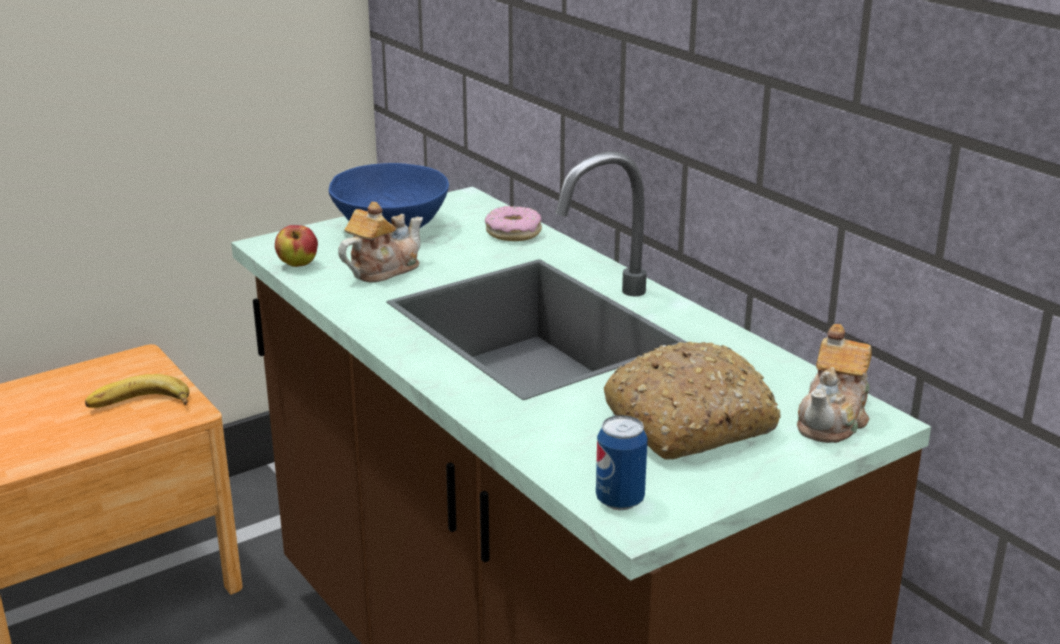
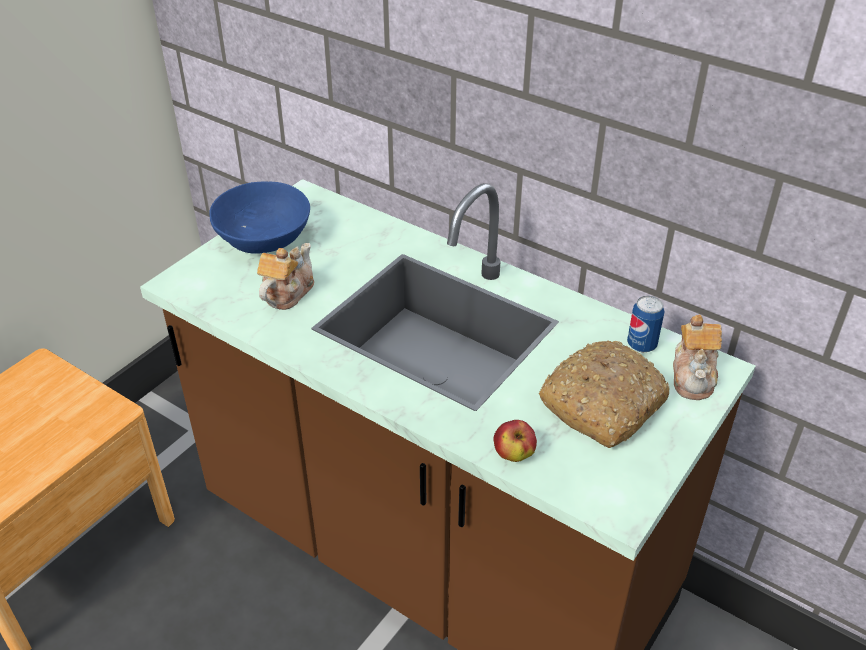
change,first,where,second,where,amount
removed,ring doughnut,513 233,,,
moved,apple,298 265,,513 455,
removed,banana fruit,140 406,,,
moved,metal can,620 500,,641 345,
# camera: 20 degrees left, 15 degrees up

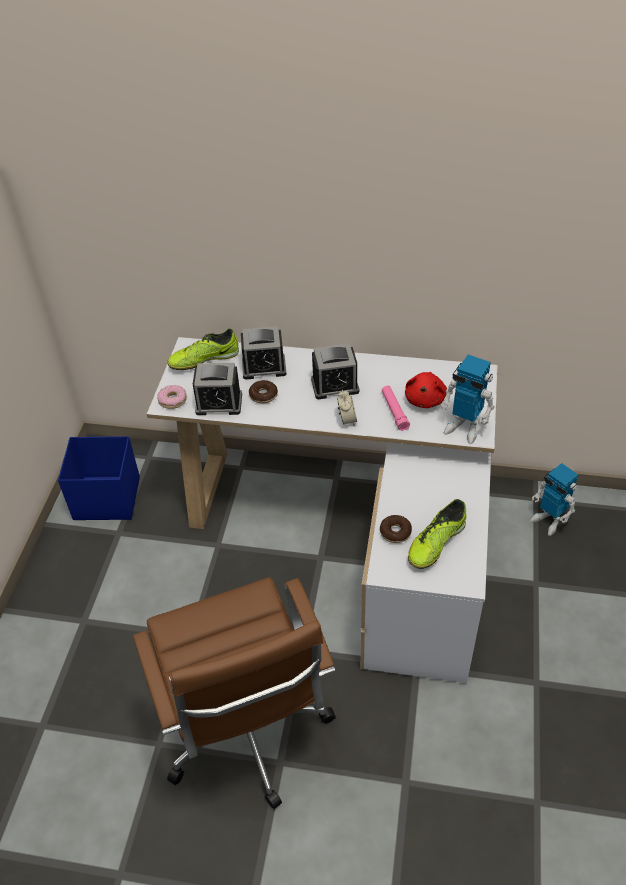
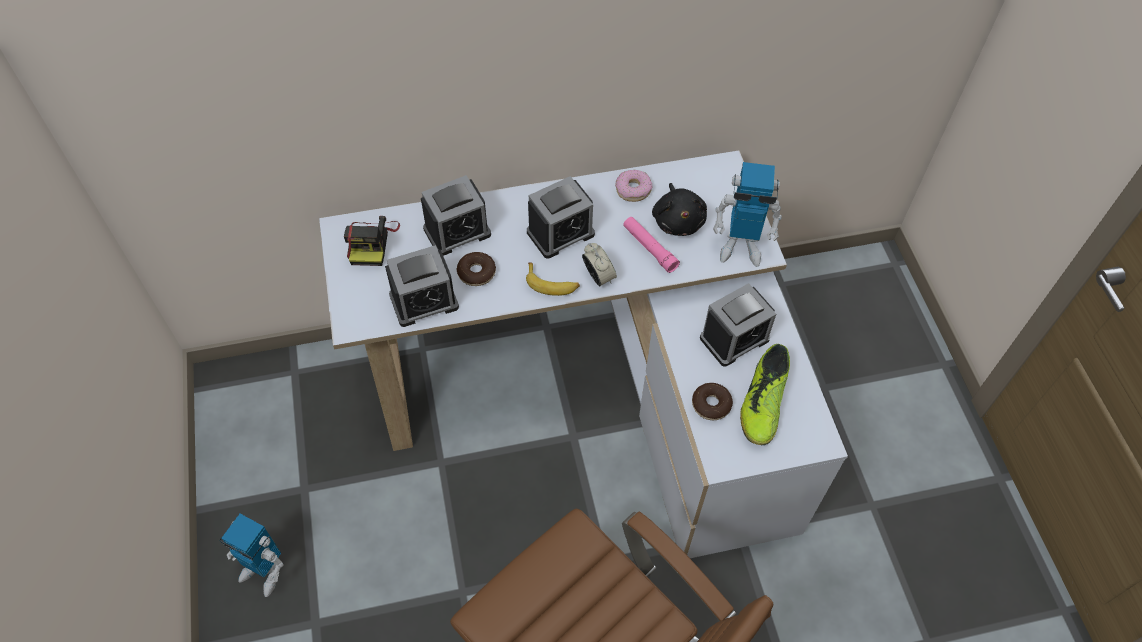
change,first,where,second,where,amount
replaced,low shoe,204 359,photo camera,372 242,
recoloured,red cuddly toy,425 399,blackish cuddly toy,678 220,
moved,ring doughnut,172 400,,633 189,
removed,bluish storage box,106 498,,,
moved,toy robot,548 520,,264 571,
added,,,banana fruit,552 284,
added,,,bedside clock,734 338,
# camera: 25 degrees left, 10 degrees up

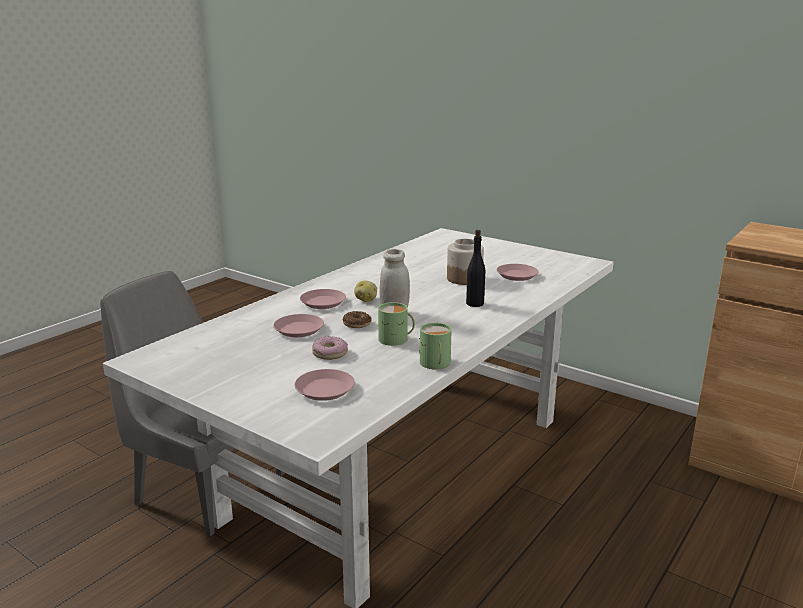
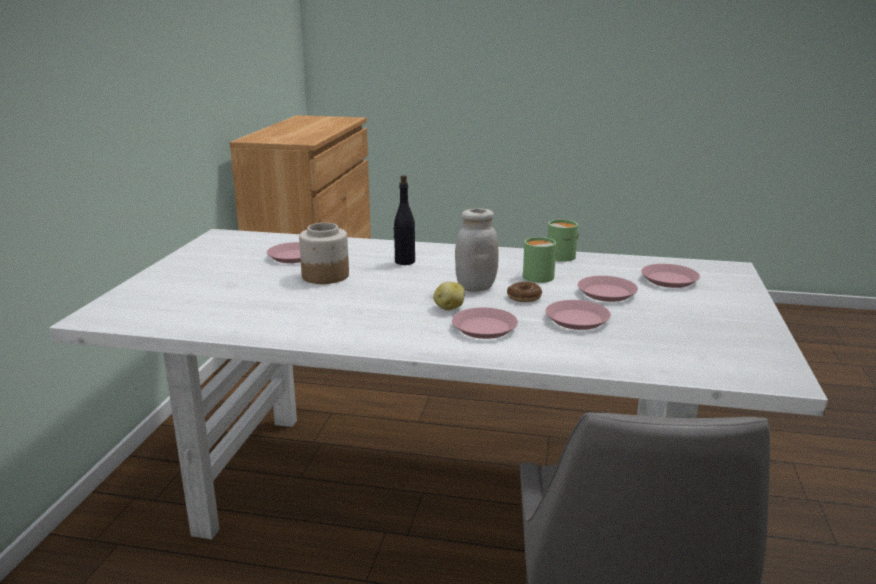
change,first,where,second,where,amount
replaced,ring doughnut,330 353,pink-coloured dinner plate,606 293,
# camera: 115 degrees left, 0 degrees up

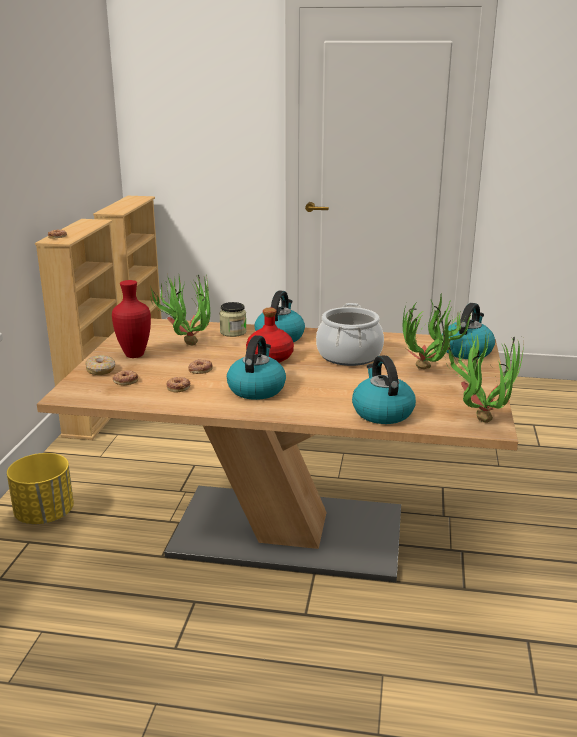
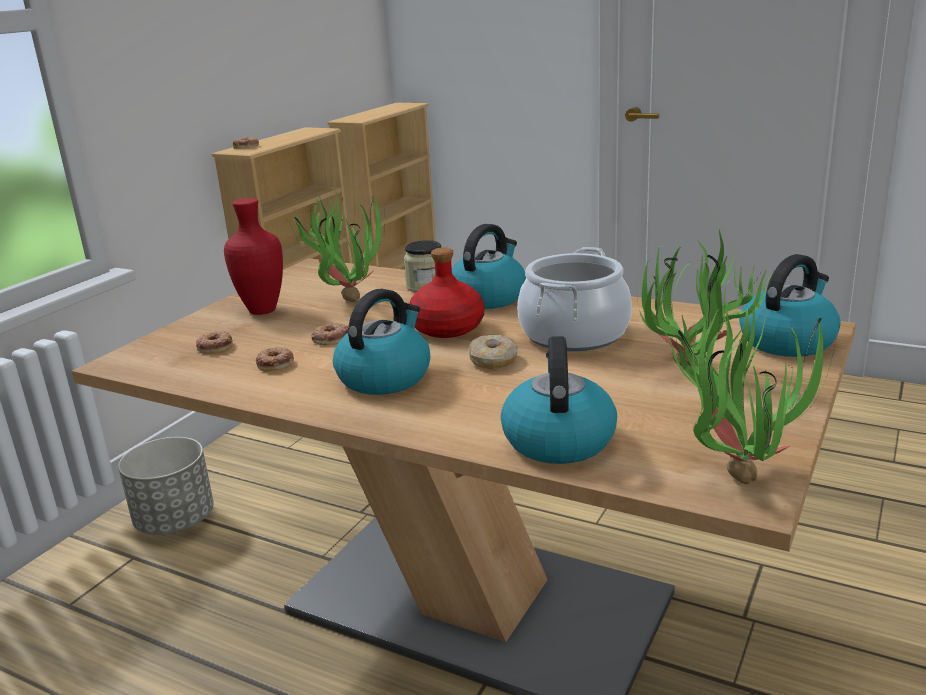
change,first,where,second,where,amount
moved,ring doughnut,101 370,,493 360,
recoloured,yellowish plant pot,45 514,gray plant pot,176 521,
# camera: 20 degrees right, 0 degrees up

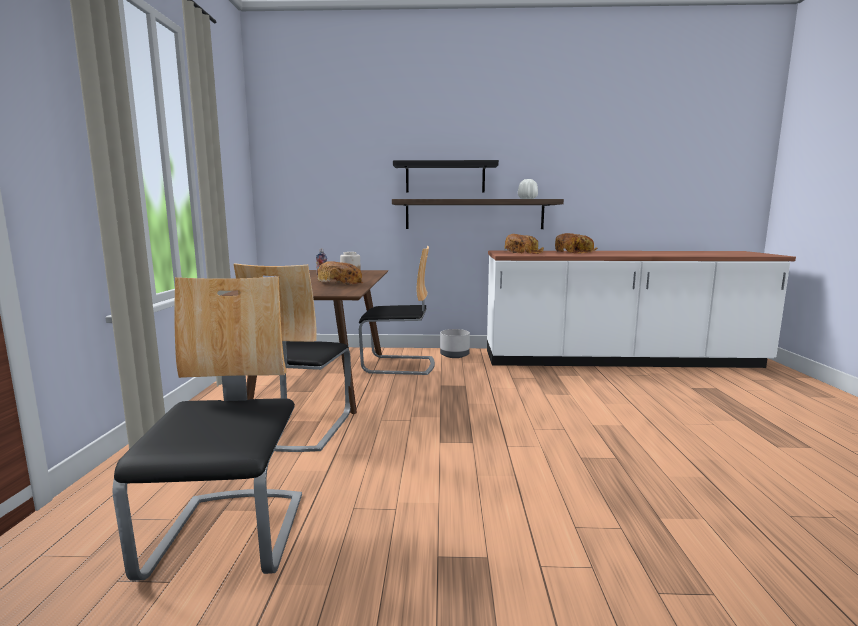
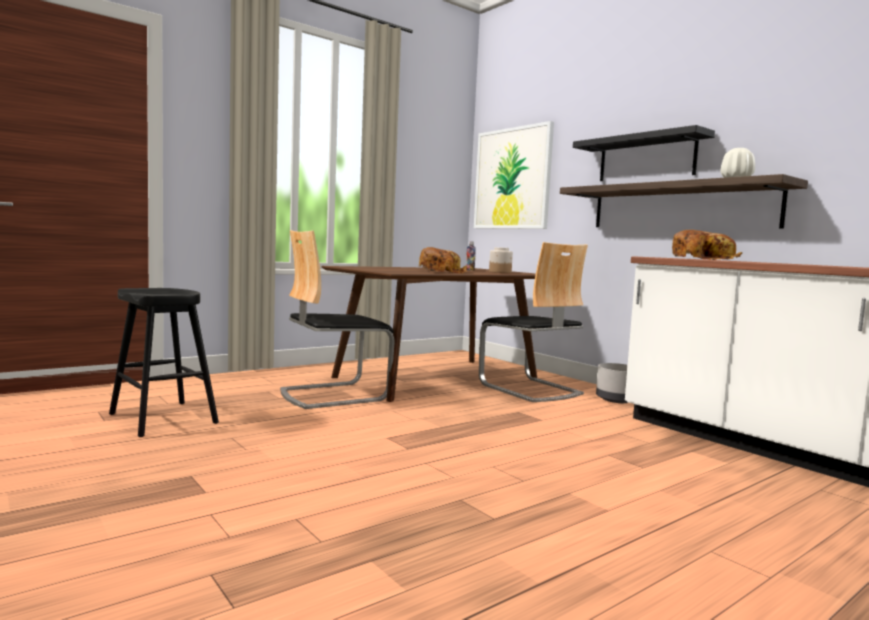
change,first,where,second,where,amount
removed,baked bread,574 252,,,
replaced,upright chair,229 535,blackish sitting stool,163 418,
added,,,wall art,512 178,
# camera: 50 degrees right, 5 degrees down

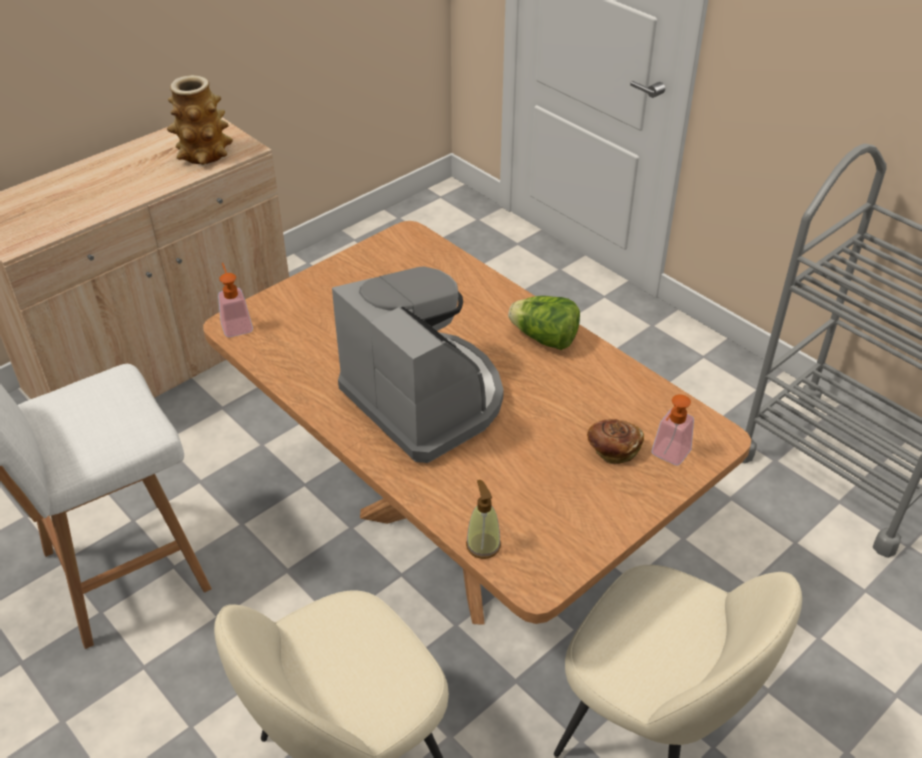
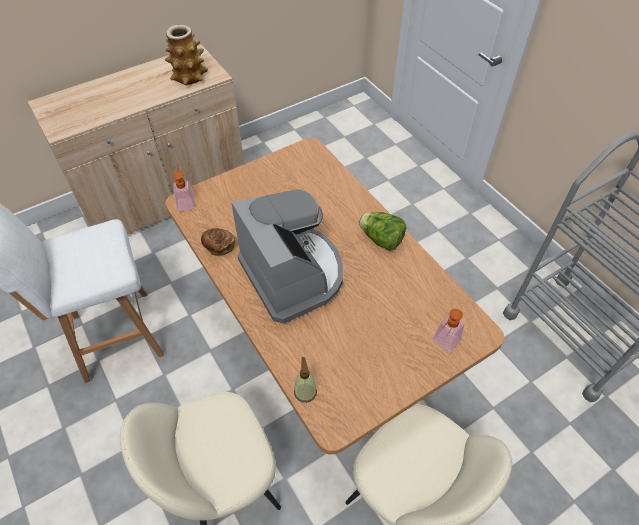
change,first,where,second,where,amount
moved,baked bread,612 449,,218 246,
# camera: 10 degrees right, 10 degrees up

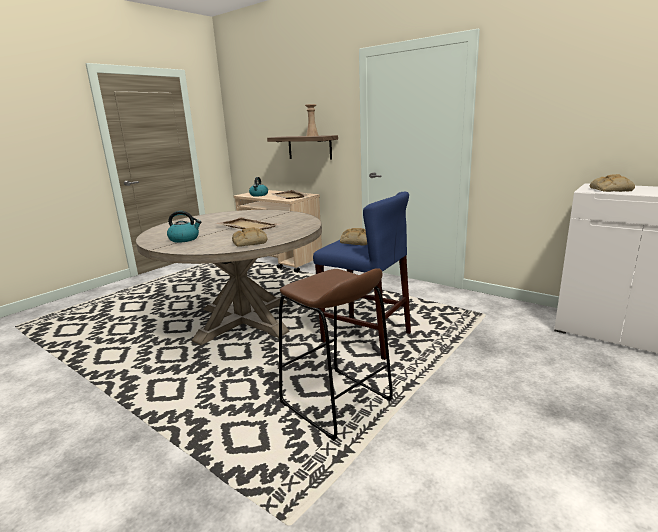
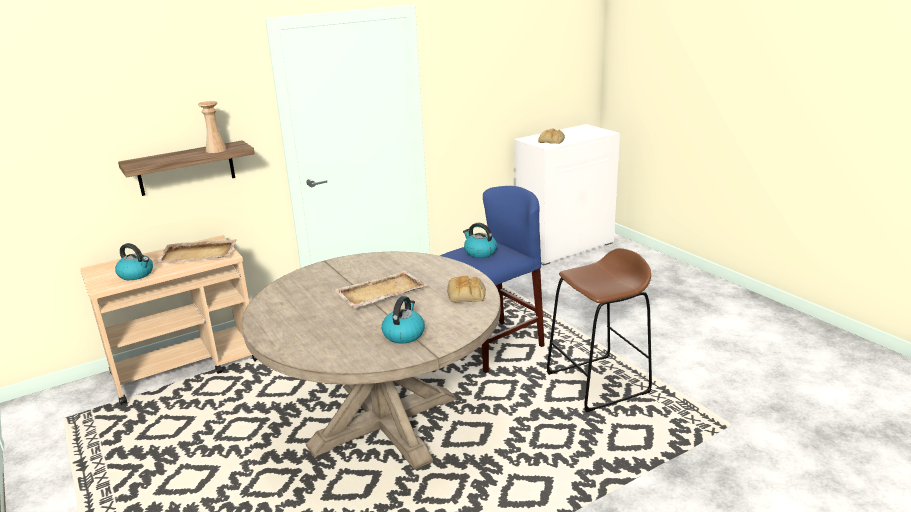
change,first,where,second,where,amount
replaced,baked bread,356 241,water kettle,479 252,
# camera: 70 degrees left, 5 degrees up

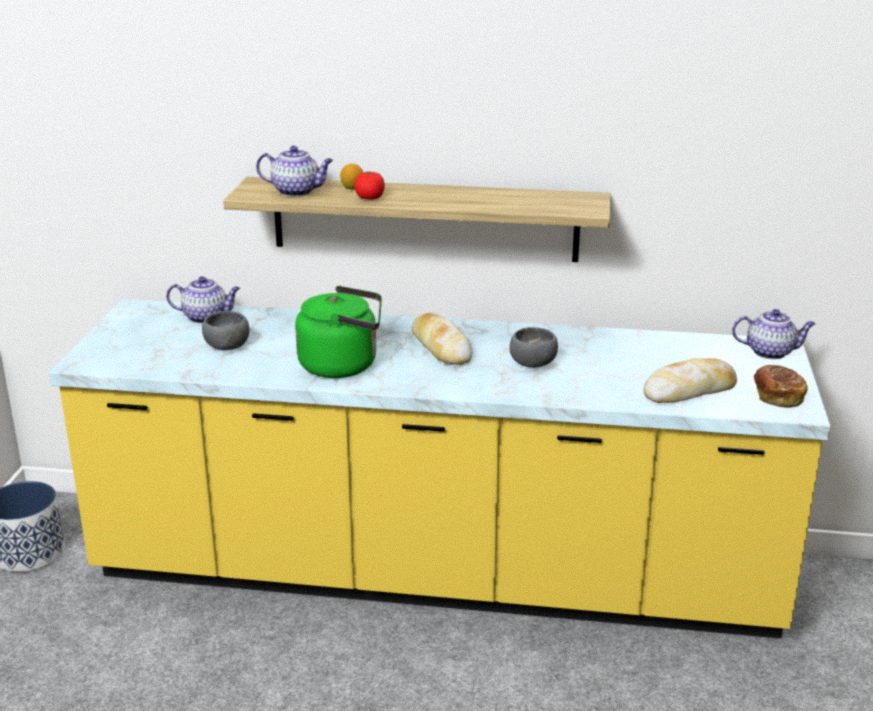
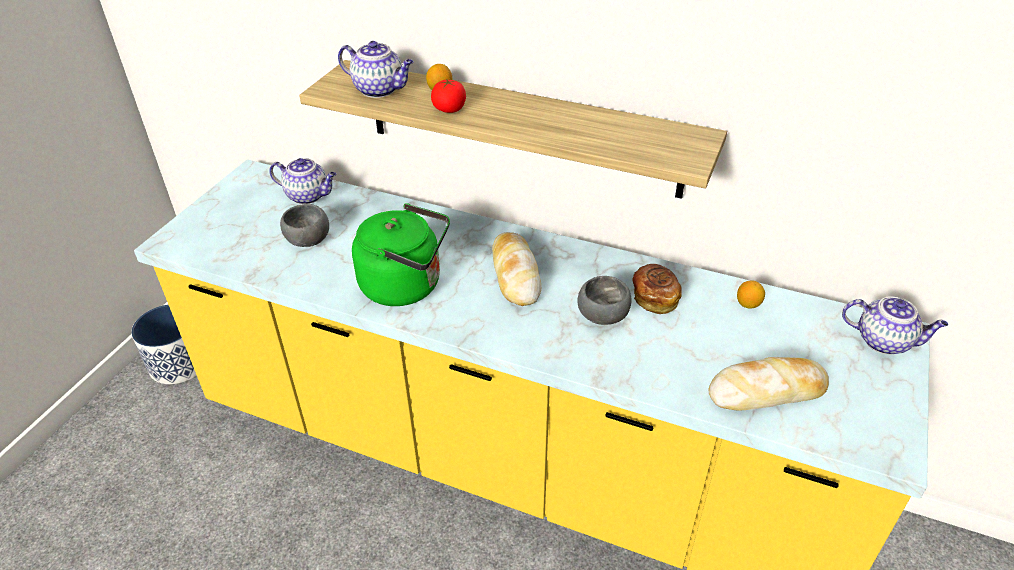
change,first,where,second,where,amount
moved,baked bread,777 397,,654 298,
added,,,citrus fruit,748 304,
# camera: 15 degrees right, 15 degrees up

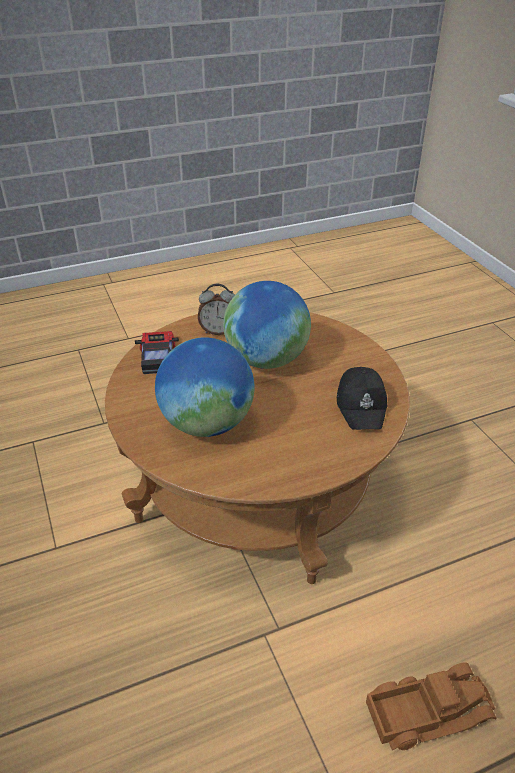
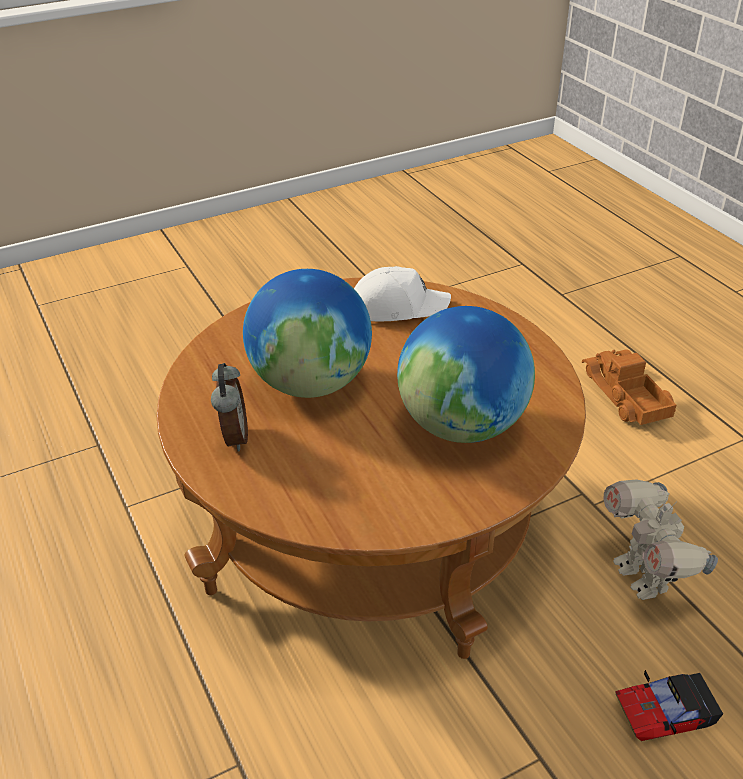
change,first,where,second,where,amount
moved,miniature car,158 357,,665 712,
recoloured,blackish cap,362 405,whitish cap,397 307,
added,,,toy robot,643 577,
# camera: 95 degrees left, 0 degrees up

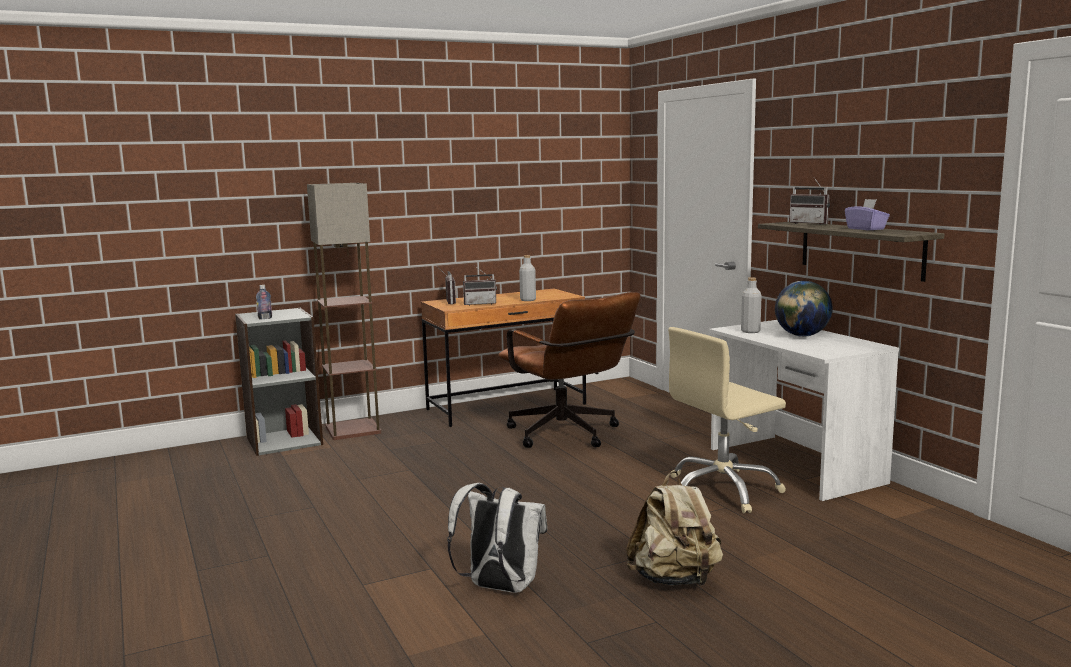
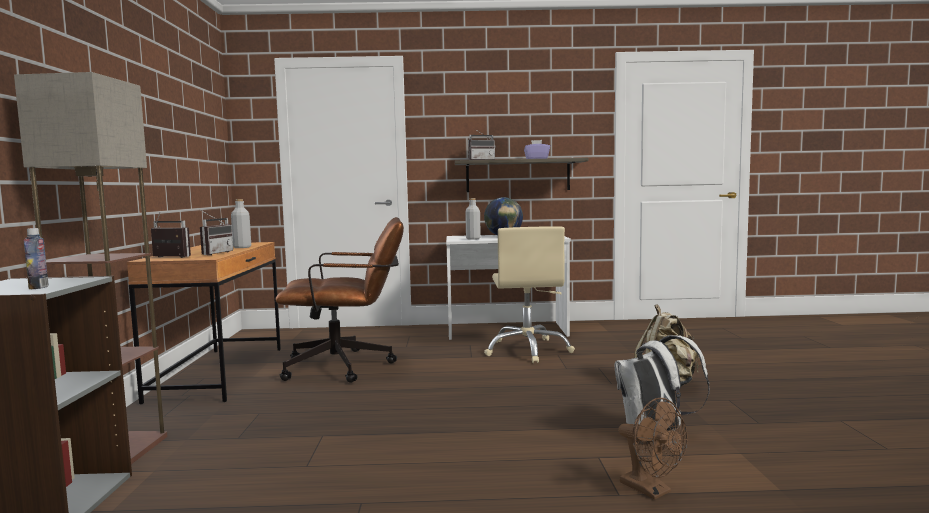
change,first,where,second,where,amount
added,,,brown-coloured electric fan,651 490,
# camera: 65 degrees left, 5 degrees down

